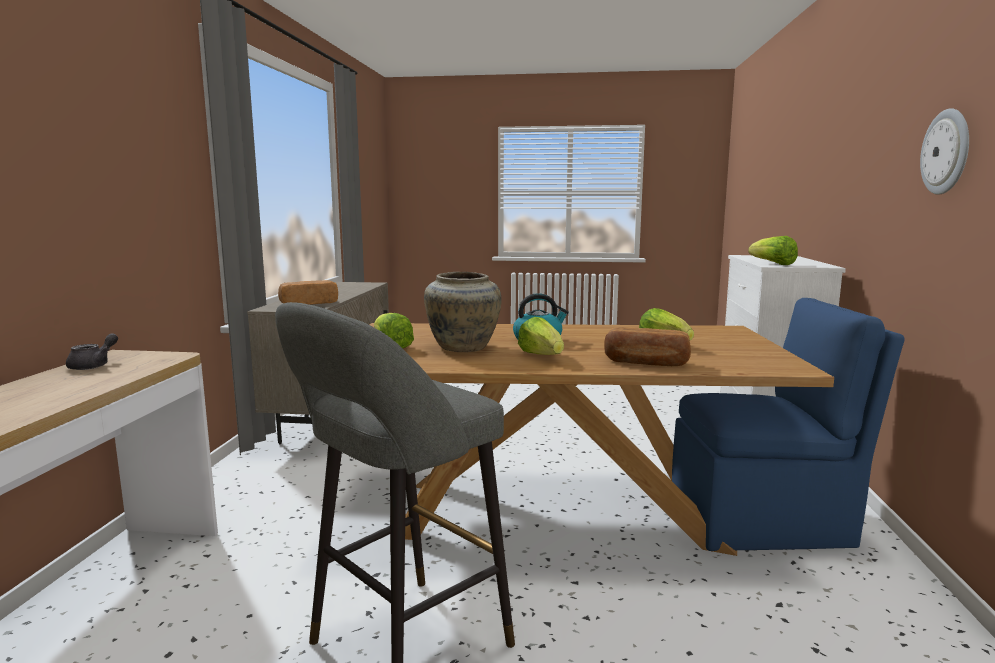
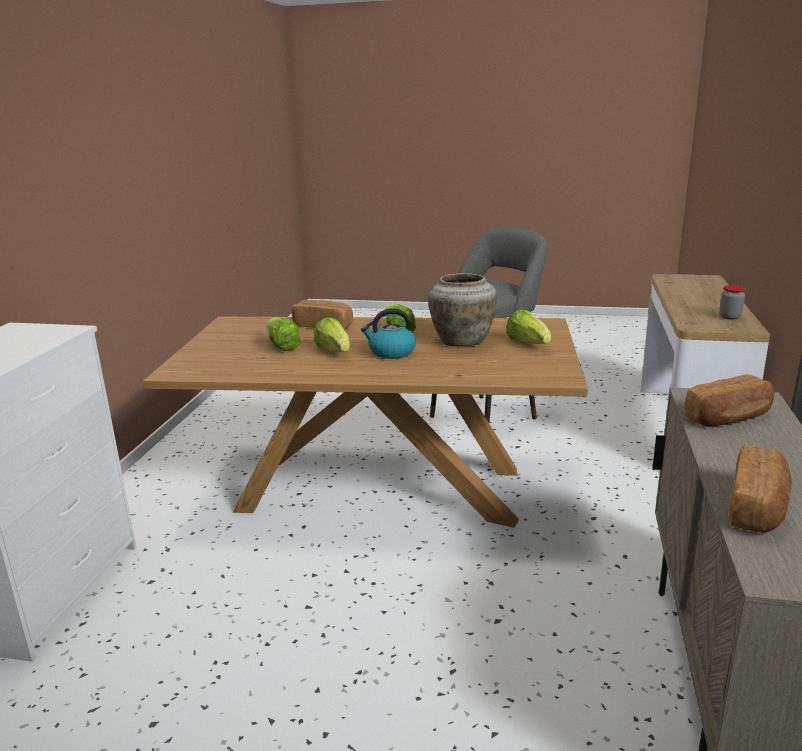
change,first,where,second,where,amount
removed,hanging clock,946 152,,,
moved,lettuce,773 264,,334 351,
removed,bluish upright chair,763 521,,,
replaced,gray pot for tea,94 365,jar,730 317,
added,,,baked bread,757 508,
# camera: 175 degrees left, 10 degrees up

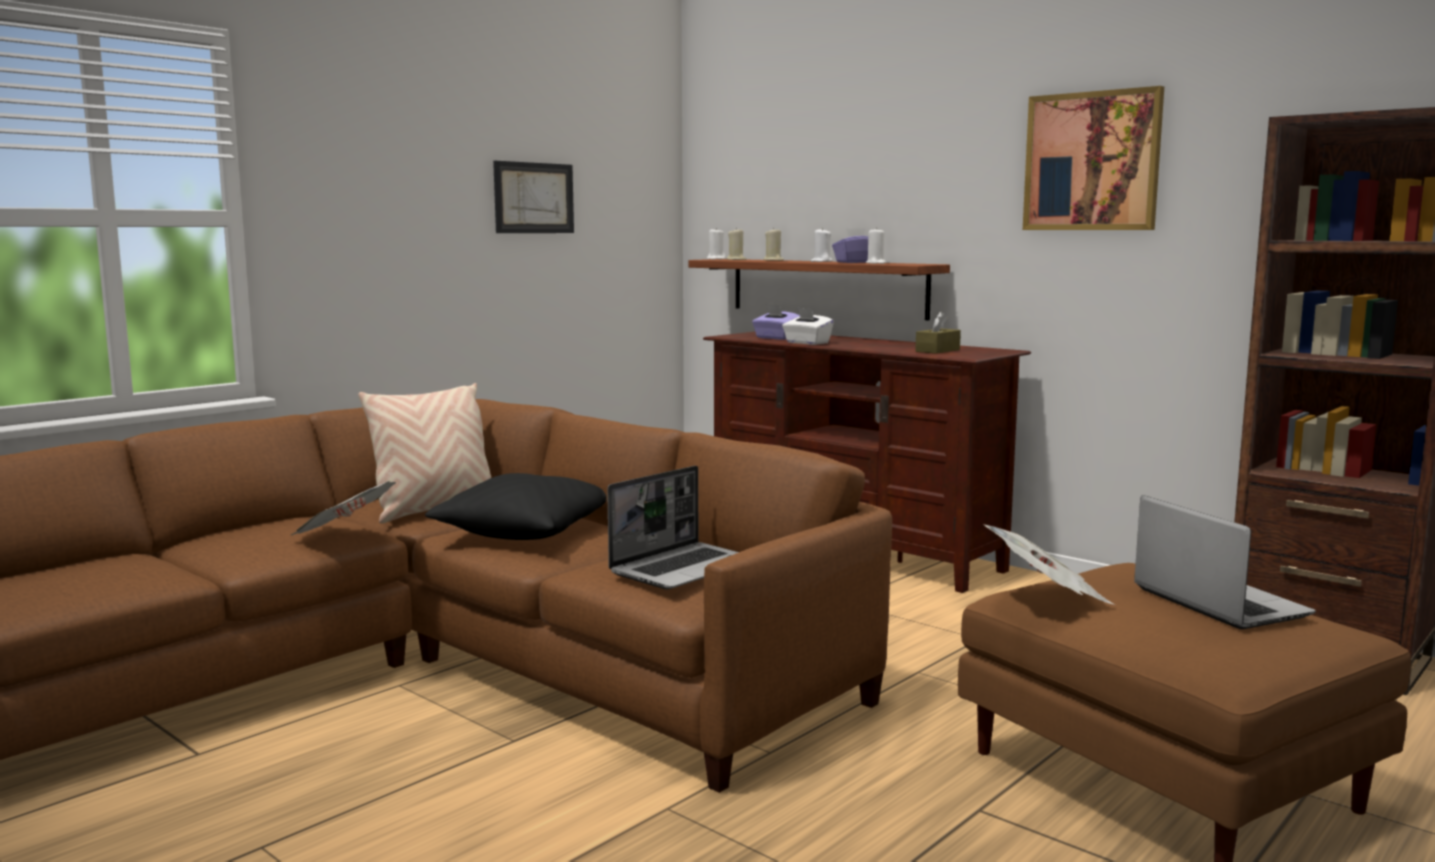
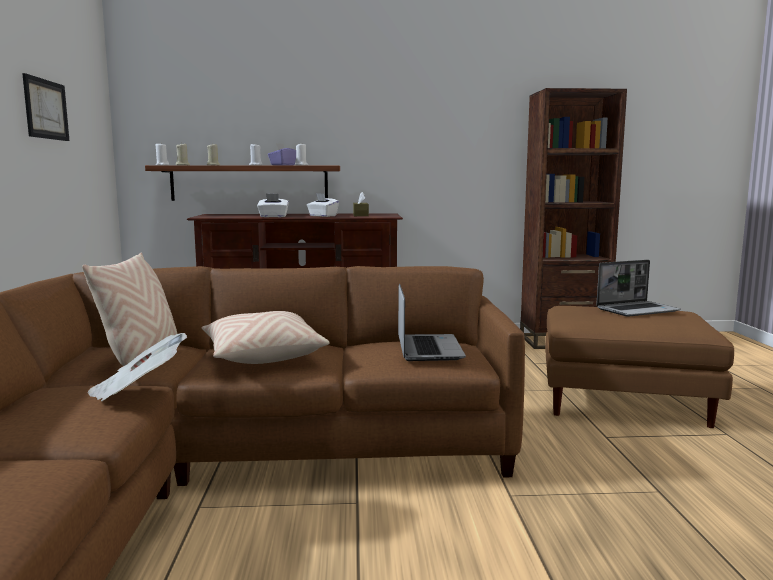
change,first,where,second,where,amount
removed,wall art,1092 161,,,
removed,purple box of tissues,776 338,,,
recoloured,blackish cushion,525 530,beige-coloured cushion,262 355,
turned,notebook computer,1217 602,,637 310,135 degrees clockwise
removed,newspaper,1047 596,,,
added,,,whitish box of tissues,322 216,
# camera: 45 degrees left, 0 degrees up

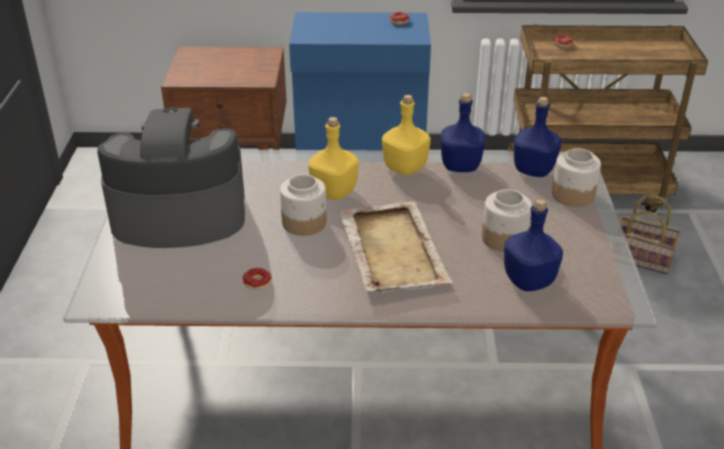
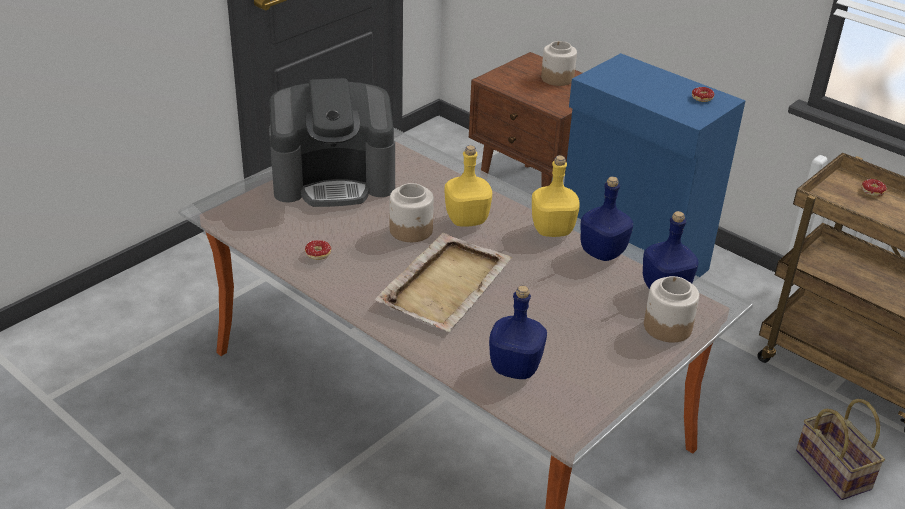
change,first,where,second,where,amount
turned,coffee brewer,178 215,,334 180,135 degrees clockwise
moved,jar,503 238,,557 78,
# camera: 40 degrees right, 0 degrees up

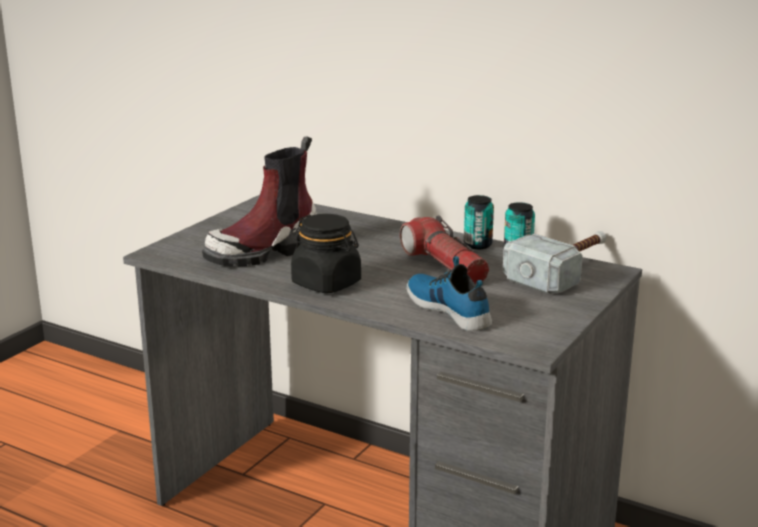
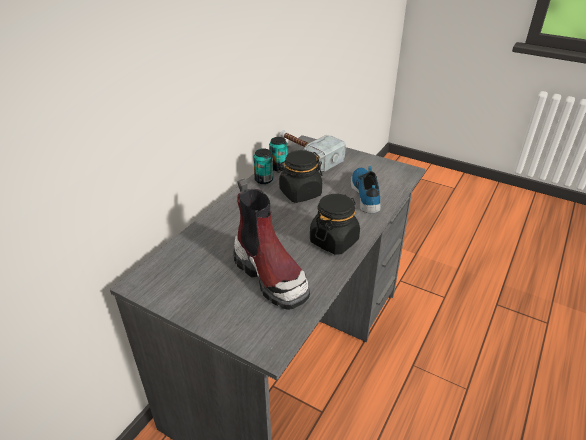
change,first,where,second,where,amount
replaced,torch,444 266,blackish jar,300 193,
turned,low shoe,449 309,,366 193,120 degrees clockwise
# camera: 90 degrees left, 15 degrees up

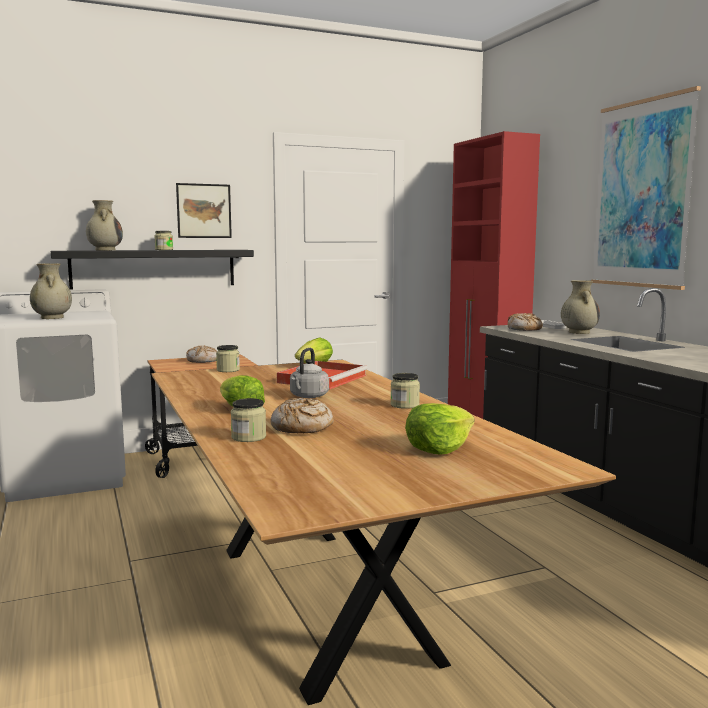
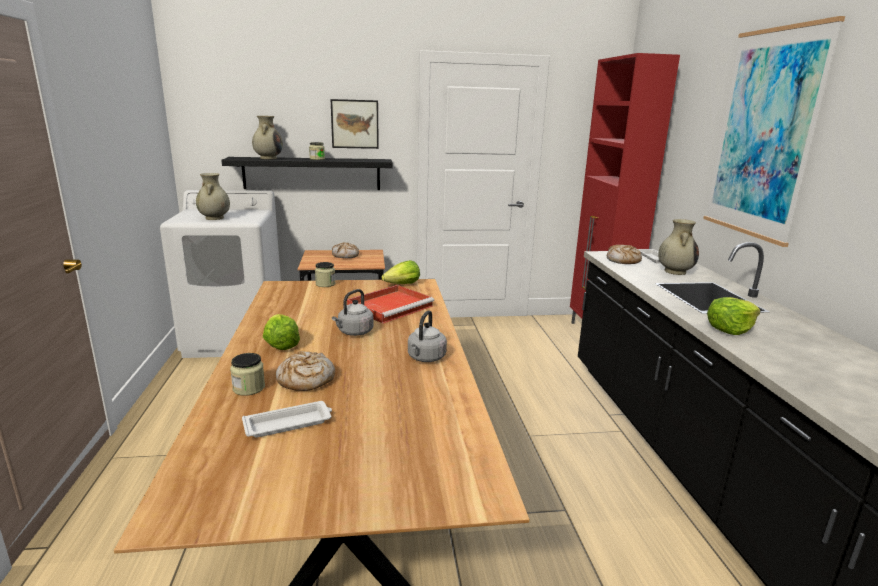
change,first,where,second,where,amount
replaced,jar,405 405,gray water kettle,425 358,
moved,lettuce,438 448,,730 329,
added,,,whitish serving tray,289 423,
# camera: 15 degrees right, 10 degrees up

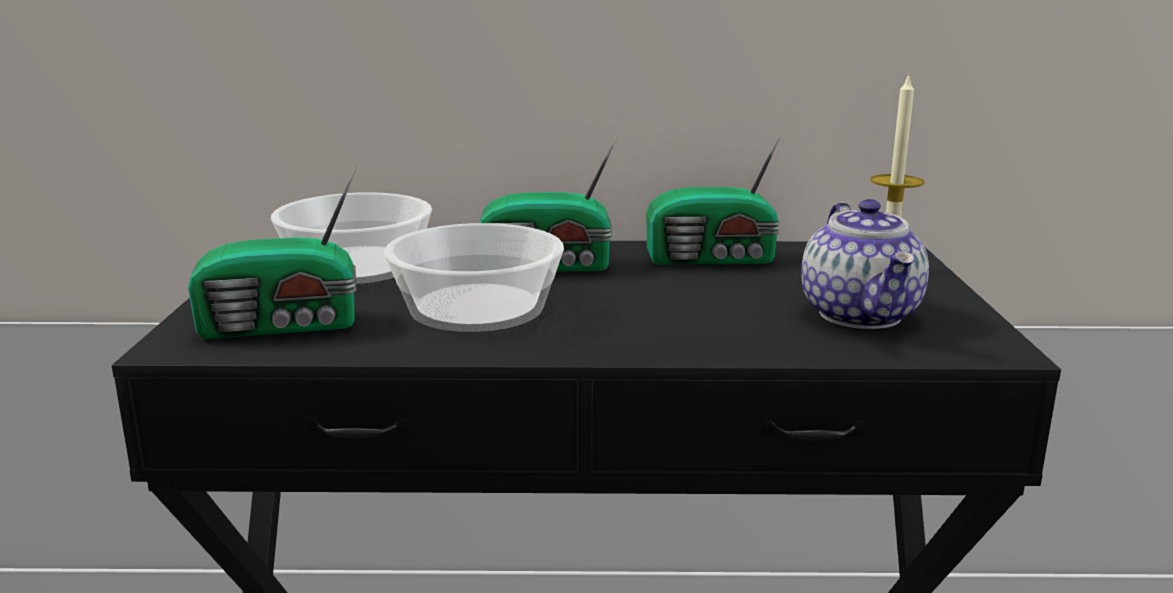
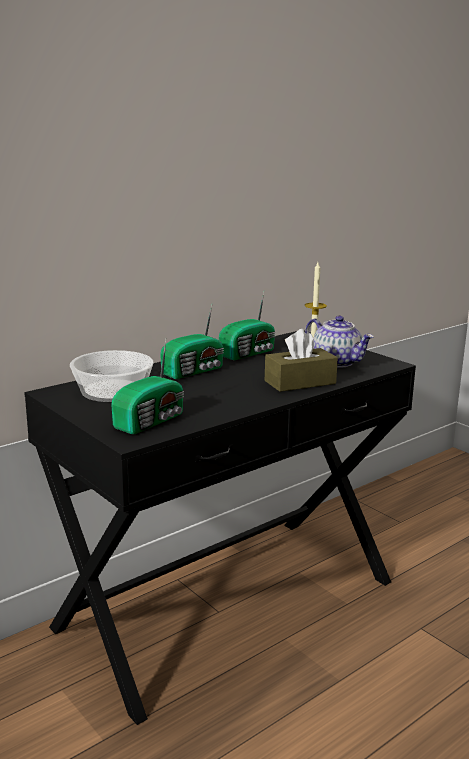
change,first,where,second,where,amount
removed,bowl,476 308,,,
added,,,brown-coloured box of tissues,300 382,
# camera: 40 degrees left, 0 degrees up

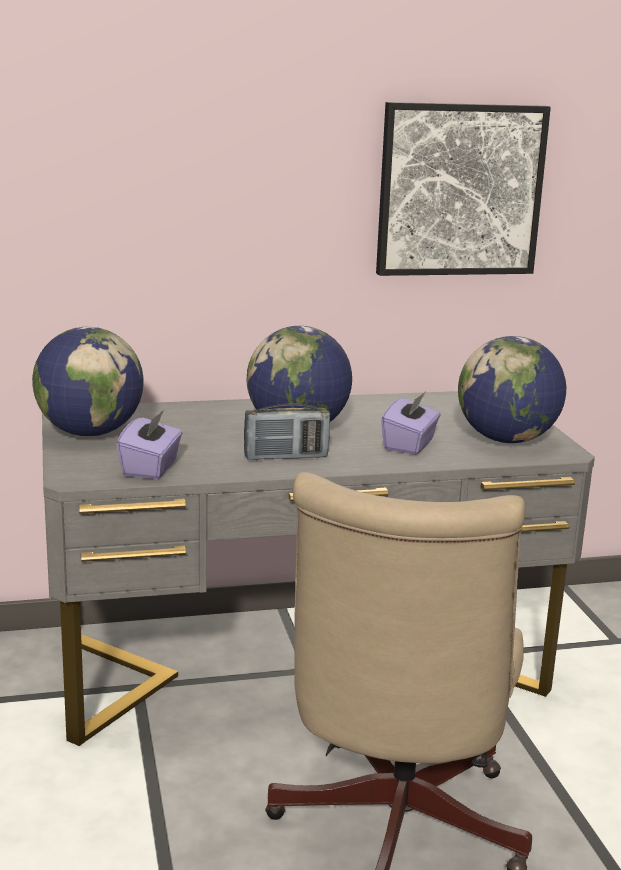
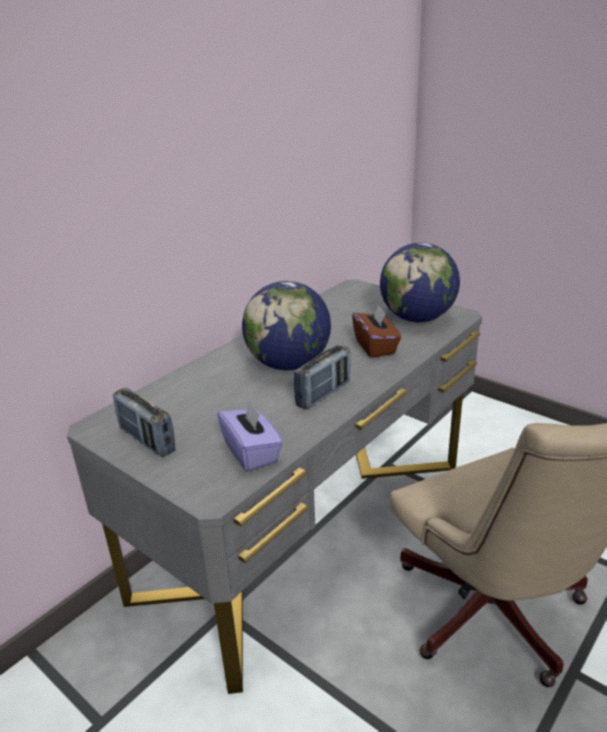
change,first,where,second,where,amount
removed,wall art,460 190,,,
replaced,world globe,90 433,radio,147 440,
recoloured,purple box of tissues,410 445,brown-coloured box of tissues,375 347,
# camera: 35 degrees left, 10 degrees up

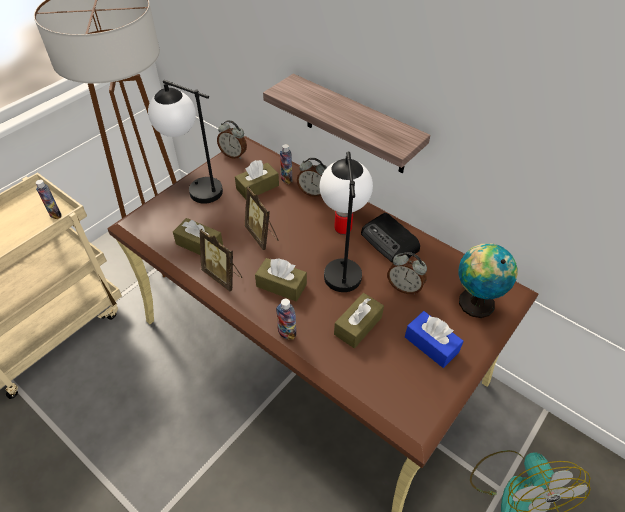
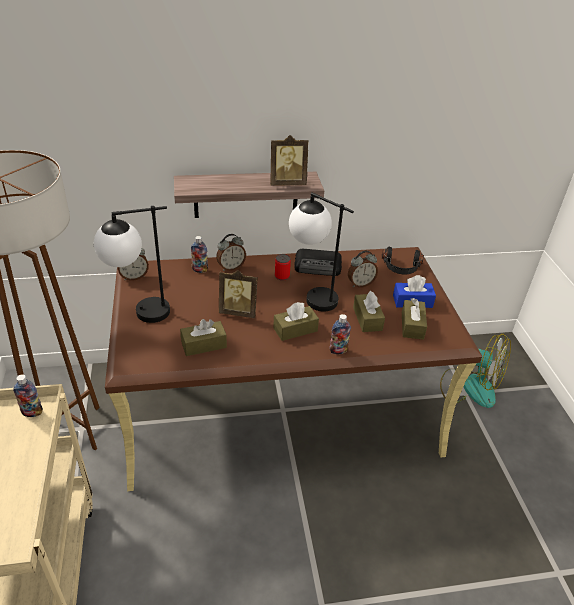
change,first,where,second,where,amount
moved,brown-coloured box of tissues,257 187,,412 325,
moved,picture frame,223 276,,287 183,
replaced,world globe,474 301,blackish headset,401 268,
# camera: 50 degrees left, 10 degrees down

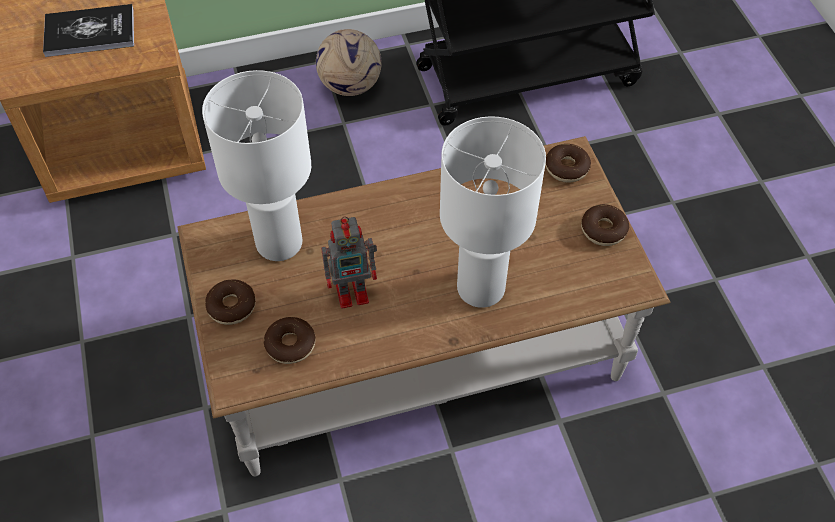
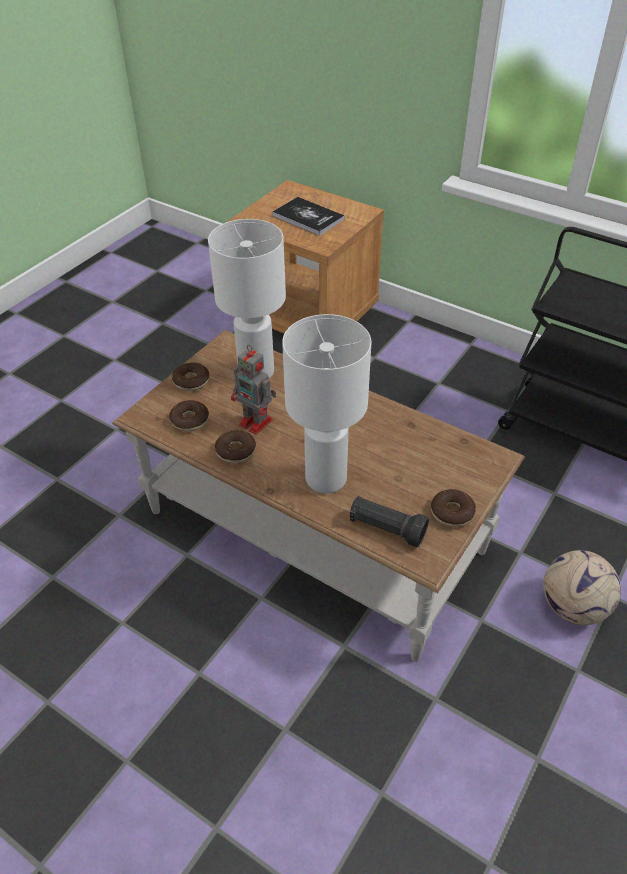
change,first,where,second,where,amount
moved,ball for football,349 86,,572 606,
moved,ring doughnut,566 168,,236 451,
added,,,blackish torch,386 529,
# camera: 50 degrees right, 10 degrees down

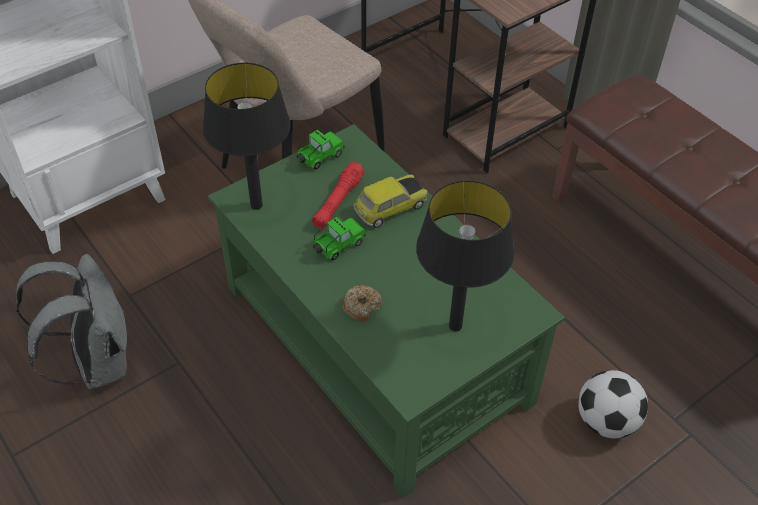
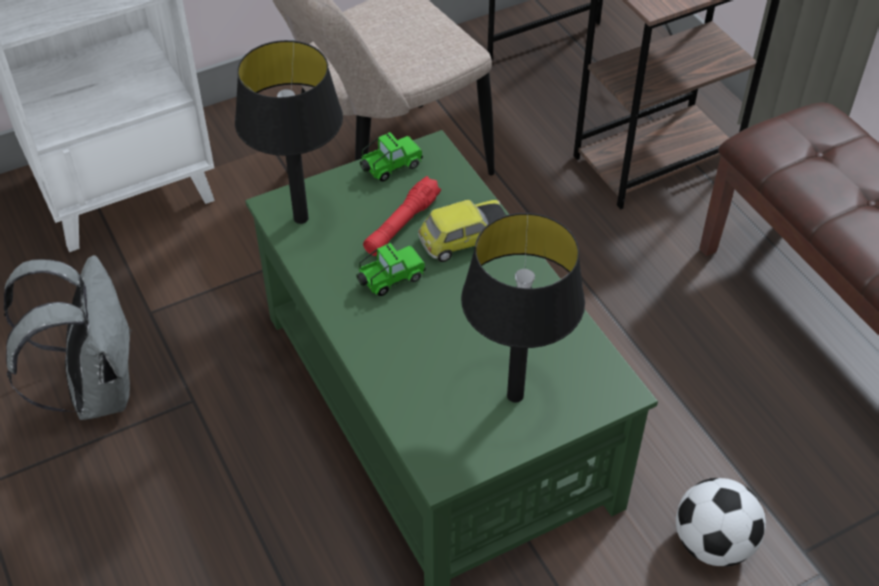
change,first,where,second,where,amount
removed,ring doughnut,362 306,,,
# camera: 10 degrees right, 0 degrees up

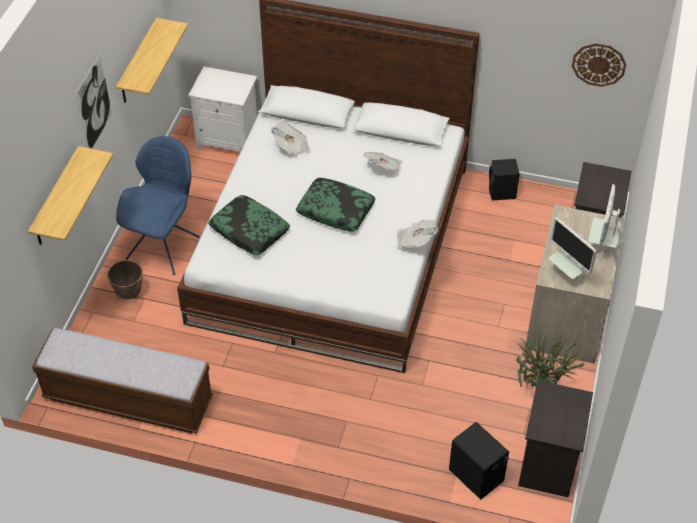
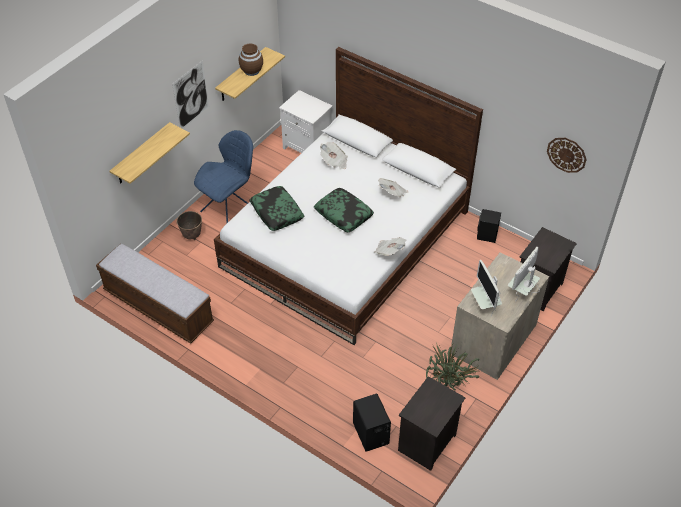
change,first,where,second,where,amount
added,,,brown-coloured flower vase,251 71,
# camera: 20 degrees right, 0 degrees up

